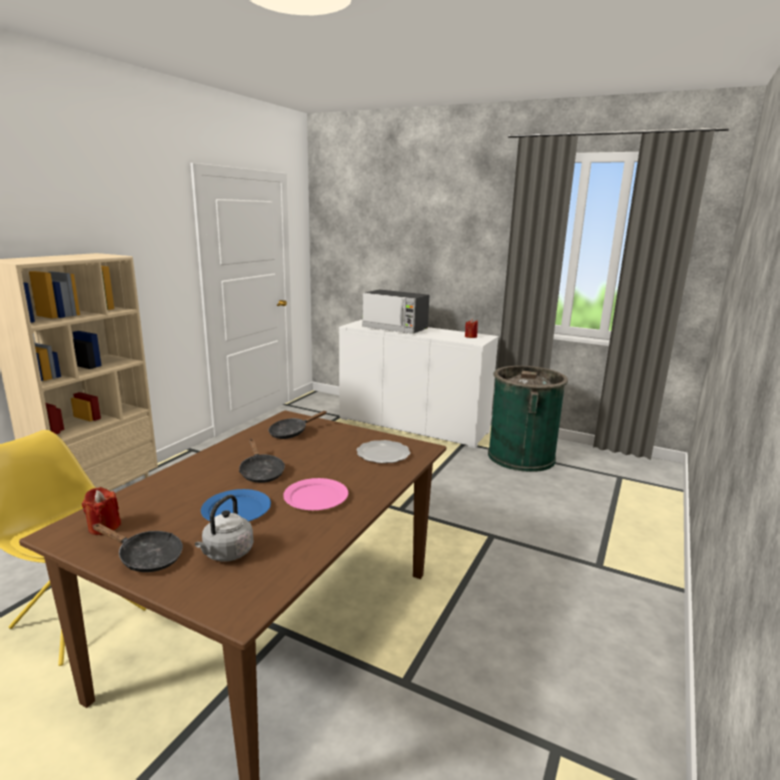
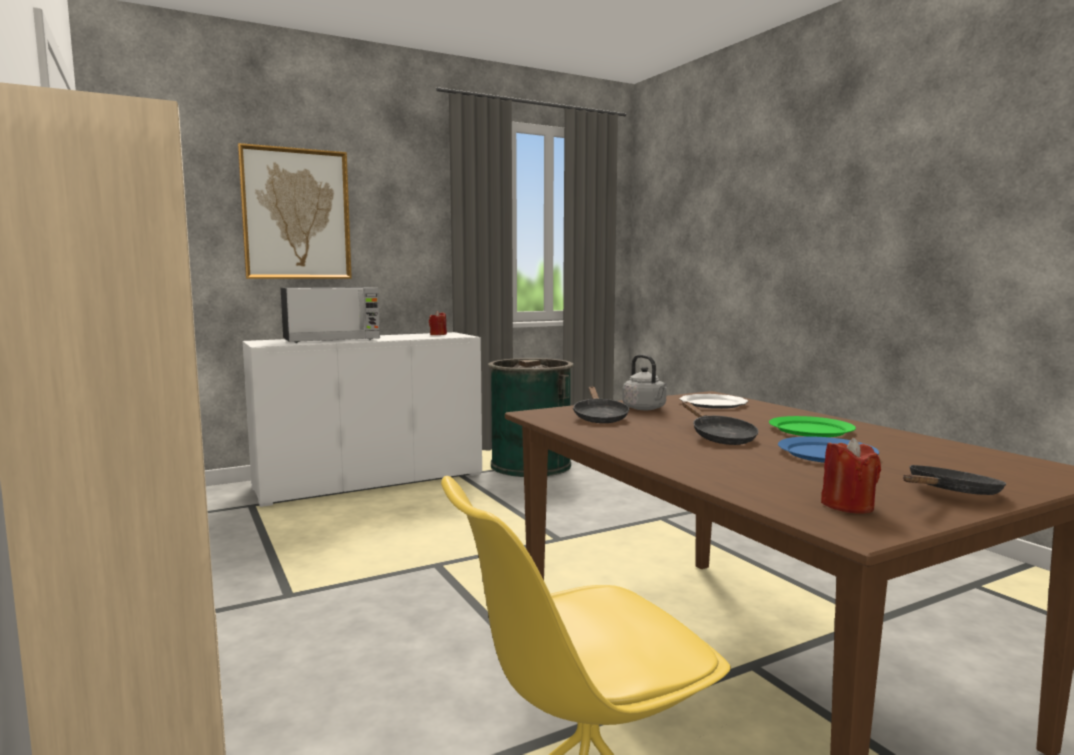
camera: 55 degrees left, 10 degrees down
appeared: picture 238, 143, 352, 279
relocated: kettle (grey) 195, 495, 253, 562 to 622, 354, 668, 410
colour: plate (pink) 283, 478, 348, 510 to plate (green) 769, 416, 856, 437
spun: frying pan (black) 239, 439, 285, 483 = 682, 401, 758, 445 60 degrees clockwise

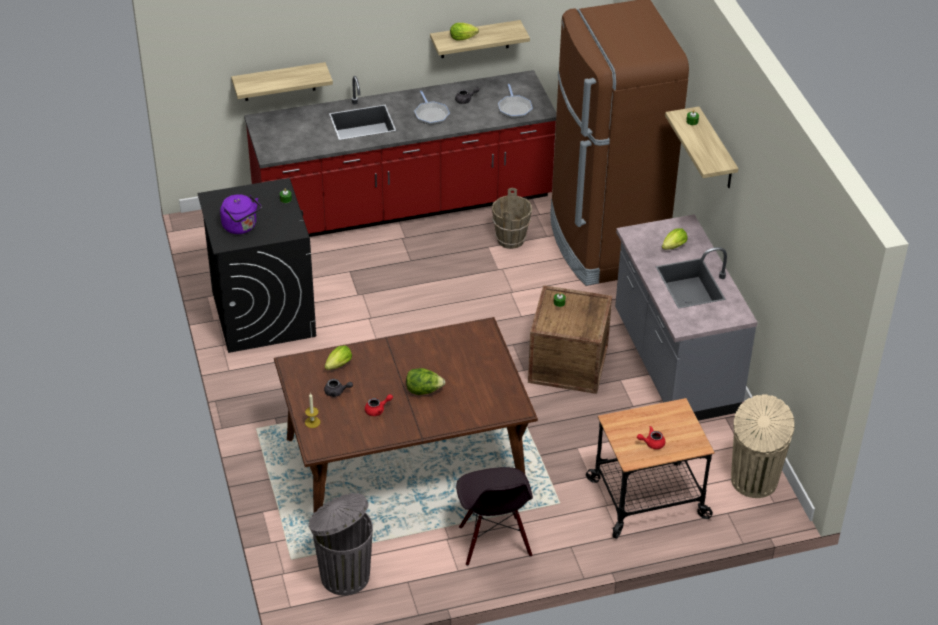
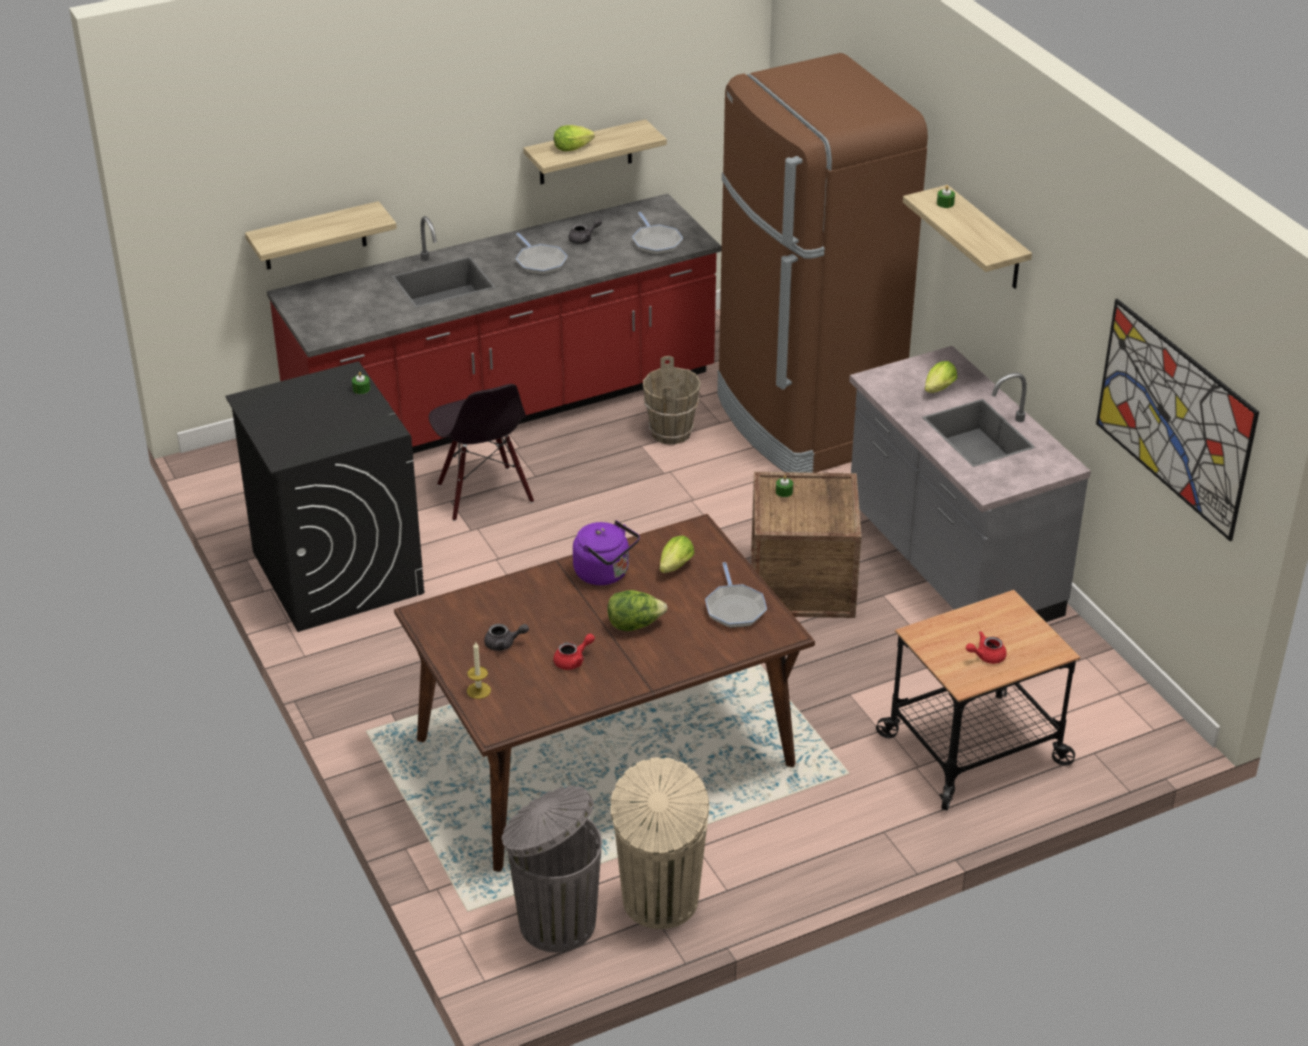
camera: 10 degrees left, 5 degrees down
appeared: frying pan 705, 562, 767, 628; picture 1096, 299, 1259, 541
relocated: kettle (purple) 220, 194, 262, 234 to 573, 520, 640, 585; lettuce 324, 345, 352, 370 to 660, 535, 694, 573; chair (black) 456, 467, 533, 566 to 429, 384, 534, 521; trash can (beige) 731, 394, 795, 498 to 610, 757, 709, 929

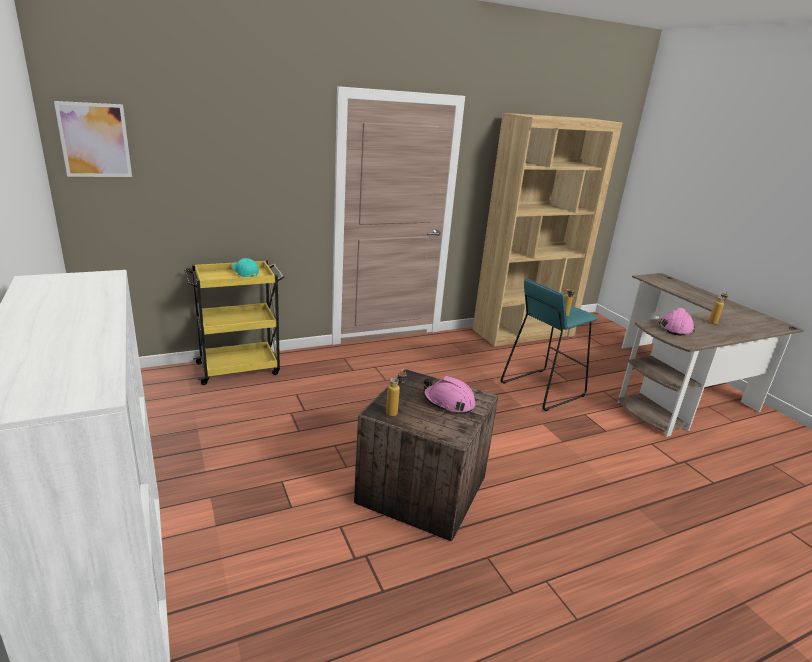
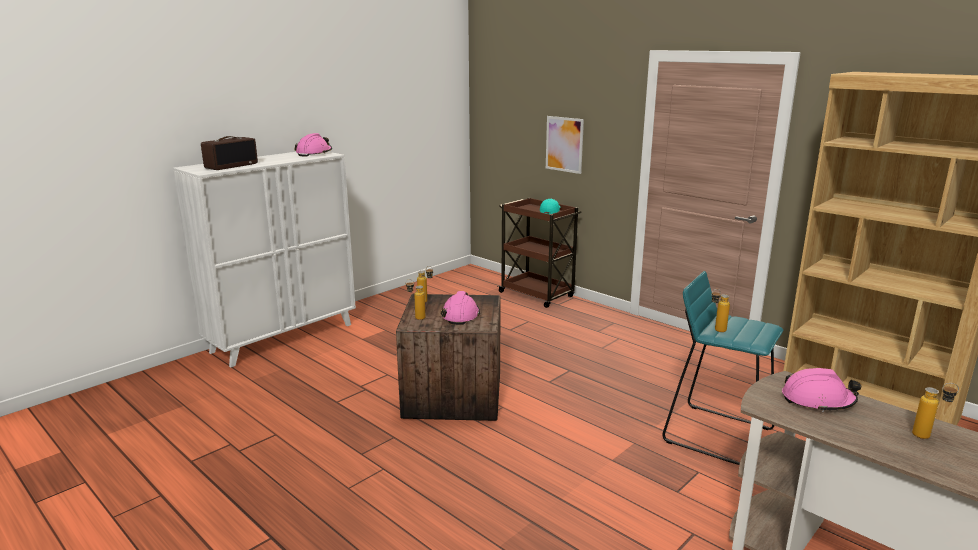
camera: 70 degrees right, 5 degrees down
appeared: radio 201, 136, 258, 170; hard hat (pink) 294, 133, 332, 157; bottle 406, 279, 425, 320
relocated: picture 54, 101, 132, 177 to 546, 116, 584, 174
colour: cart (yellow) 184, 260, 285, 385 to cart (brown) 498, 198, 582, 308

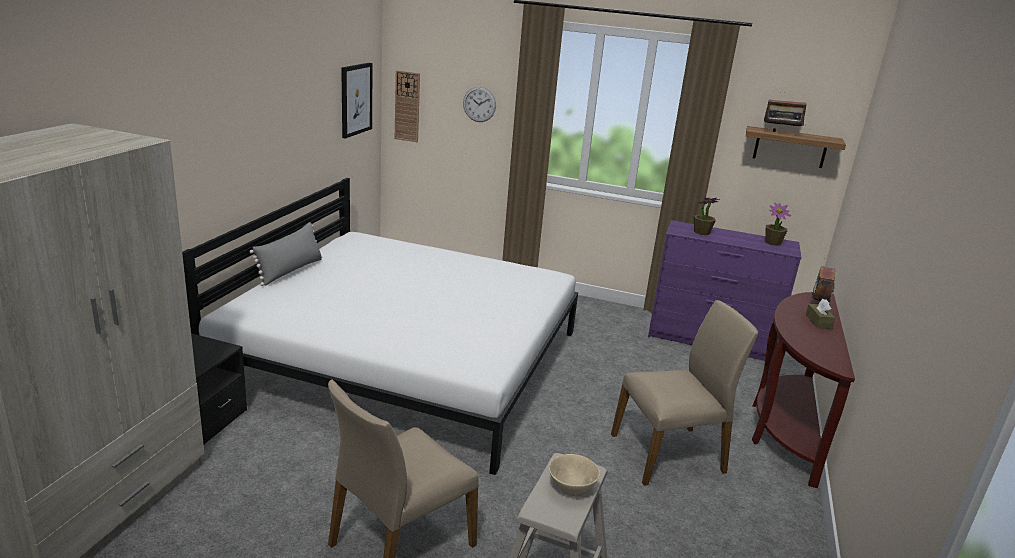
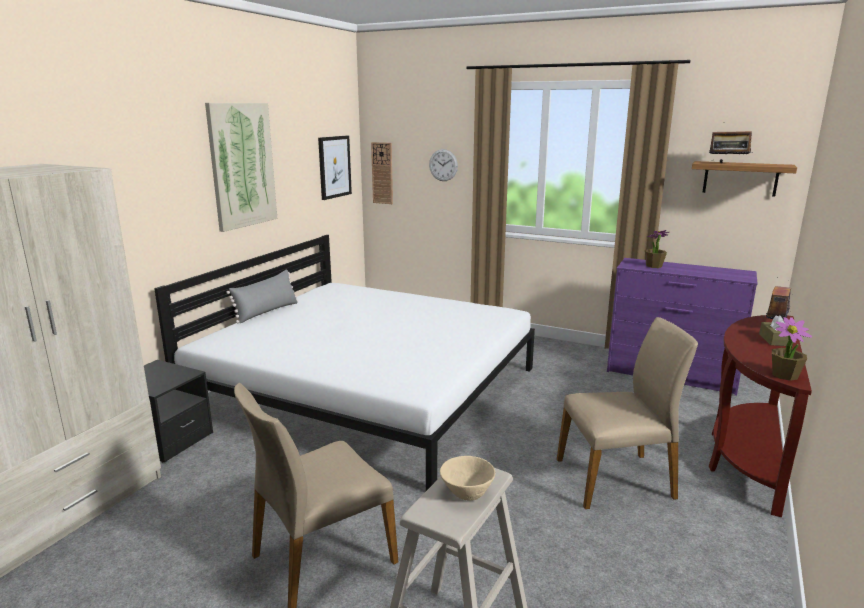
camera: 10 degrees right, 5 degrees down
appeared: picture 205, 103, 277, 232
relocated: potted plant 765, 203, 791, 246 to 772, 317, 812, 381

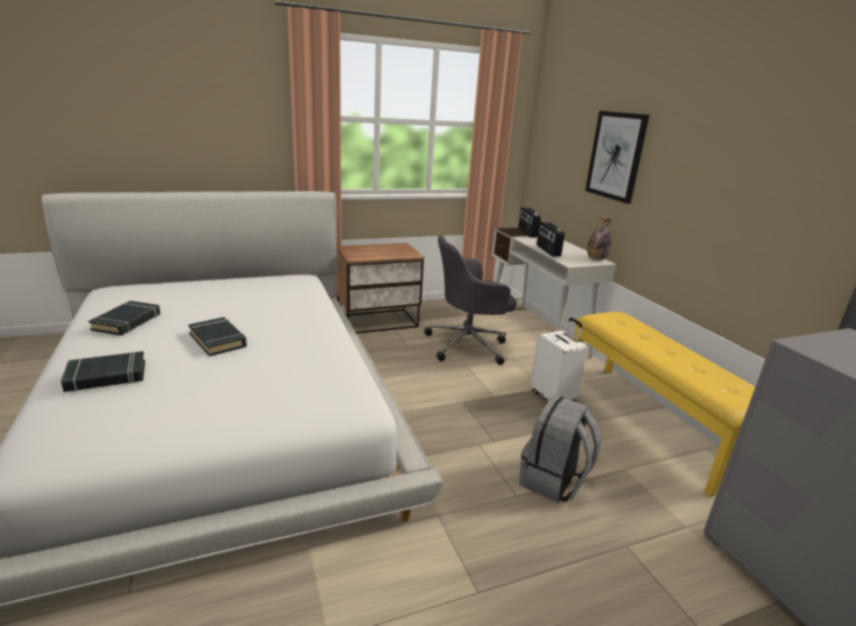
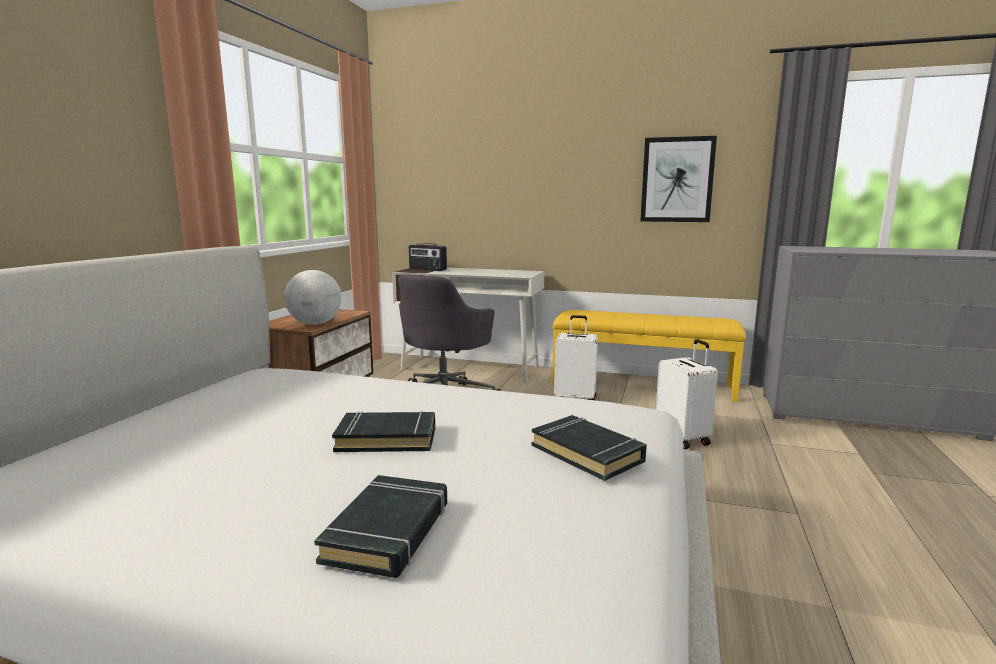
camera: 50 degrees left, 10 degrees down
missing: radio 537, 221, 565, 257; bottle 587, 217, 612, 260
appeared: globe 284, 270, 342, 325
relocated: book (black) 89, 301, 160, 336 to 532, 415, 647, 481; picture 585, 111, 649, 204 to 640, 136, 717, 222
exchanged: backpack (grey) 519, 395, 601, 503 to suitcase (white) 656, 339, 718, 449

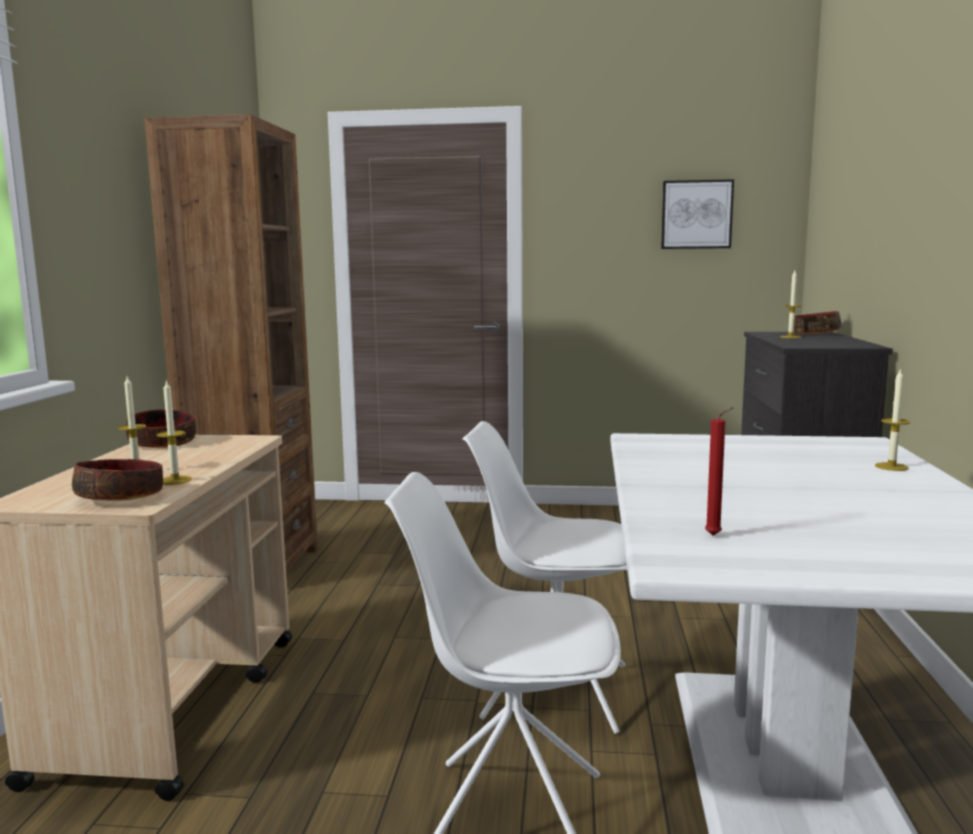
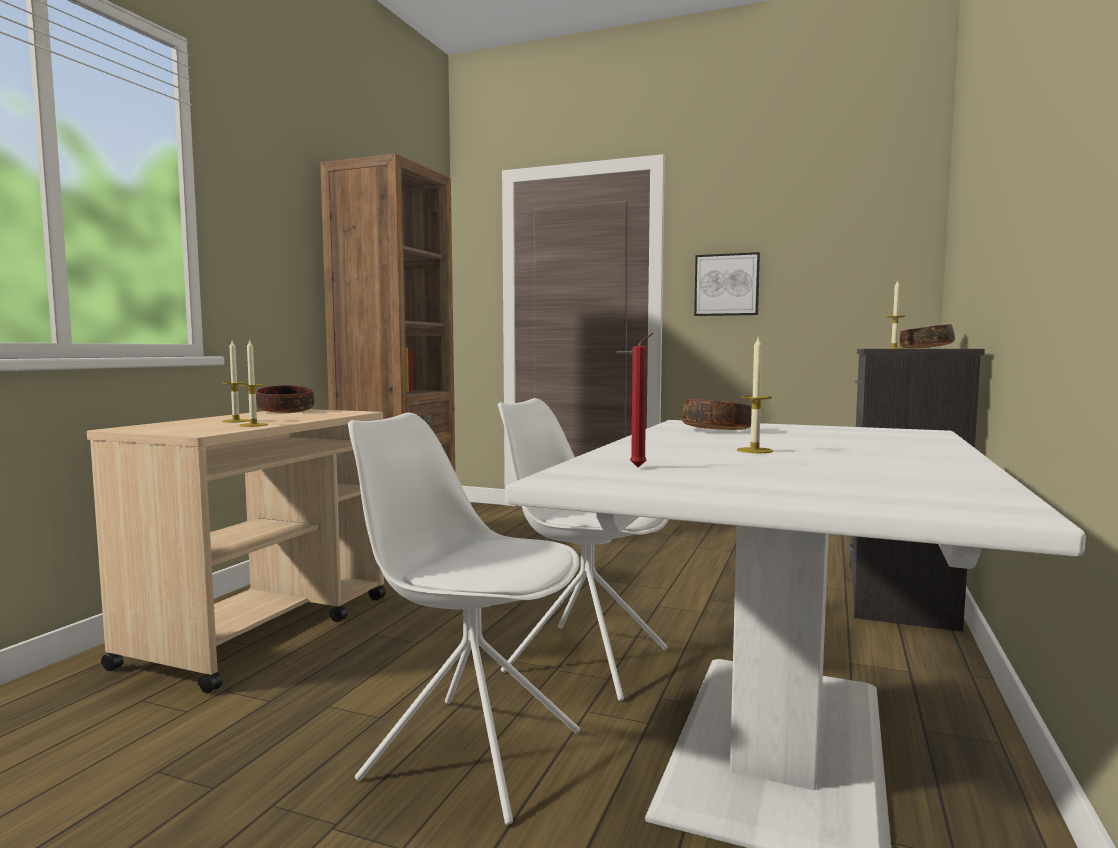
camera: 15 degrees right, 5 degrees down
relocated: bowl 72, 459, 163, 501 to 682, 399, 752, 430; picture 661, 179, 734, 249 to 694, 252, 760, 316; candle 875, 368, 911, 471 to 737, 335, 773, 453

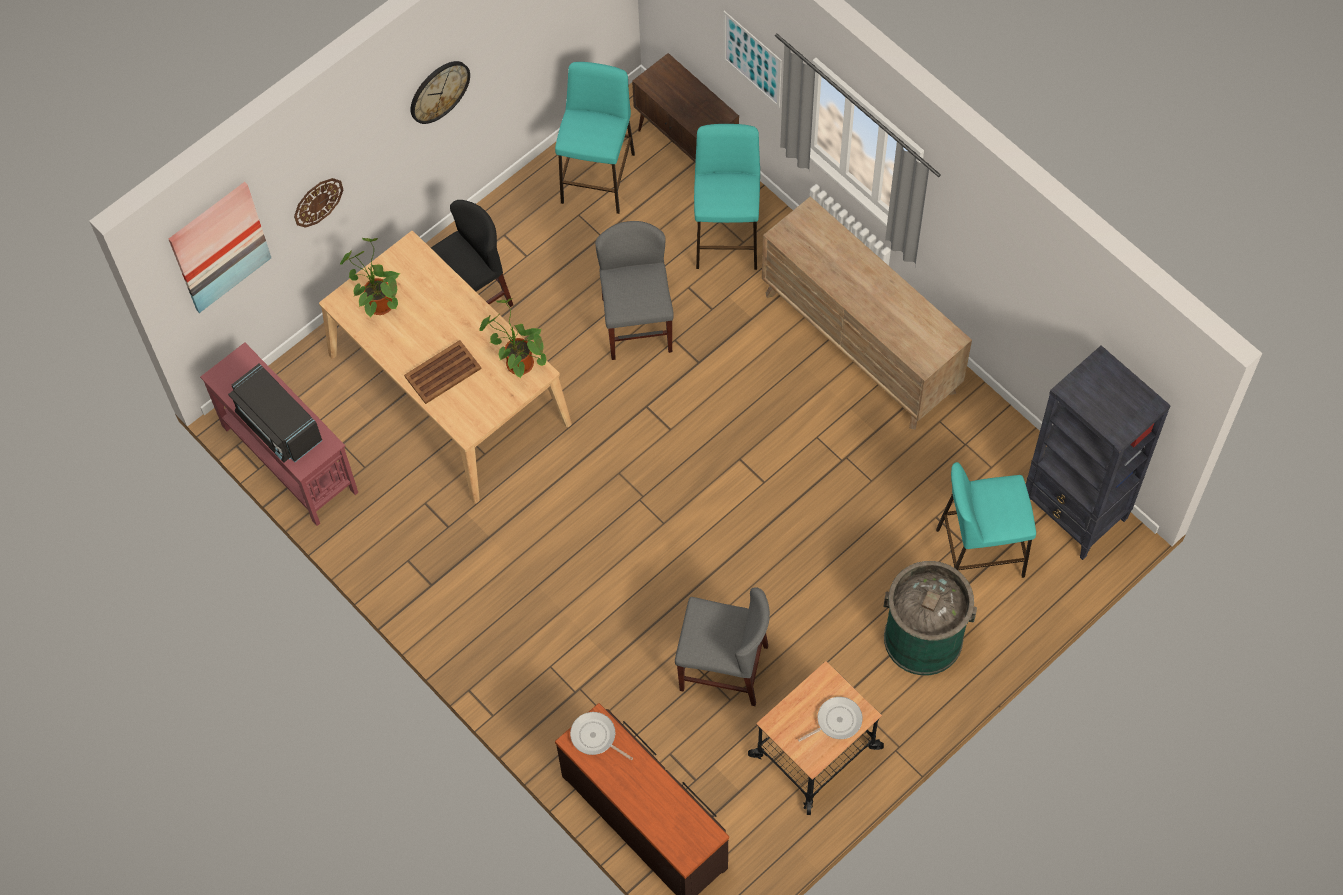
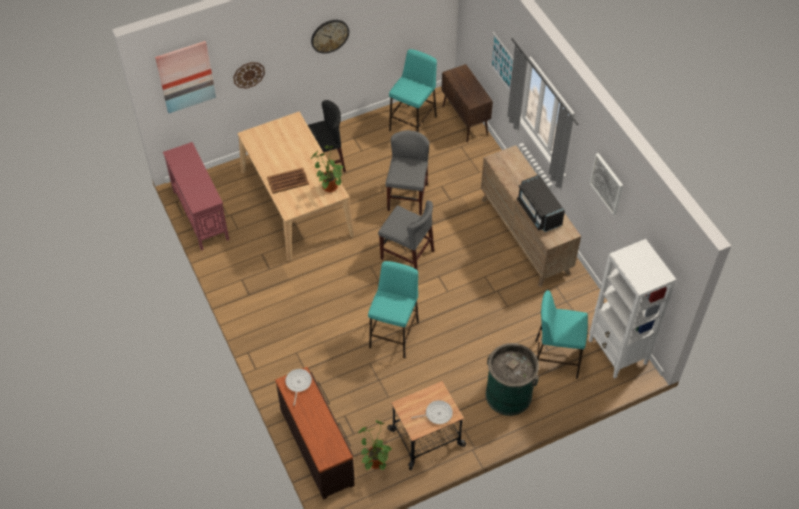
camera: 15 degrees right, 10 degrees down
appeared: picture 590, 153, 623, 215
relocated: microwave (black) 228, 363, 322, 463 to 517, 175, 565, 232; potted plant 340, 238, 401, 318 to 358, 420, 392, 470; chair (grey) 675, 587, 770, 706 to 378, 200, 434, 270; stool (turquoise) 694, 124, 760, 270 to 368, 261, 419, 358
colour: bookcase (black) 1026, 345, 1171, 560 to bookcase (white) 589, 239, 676, 379
spun: frying pan 570, 712, 633, 760 = 285, 369, 312, 406 45 degrees clockwise

